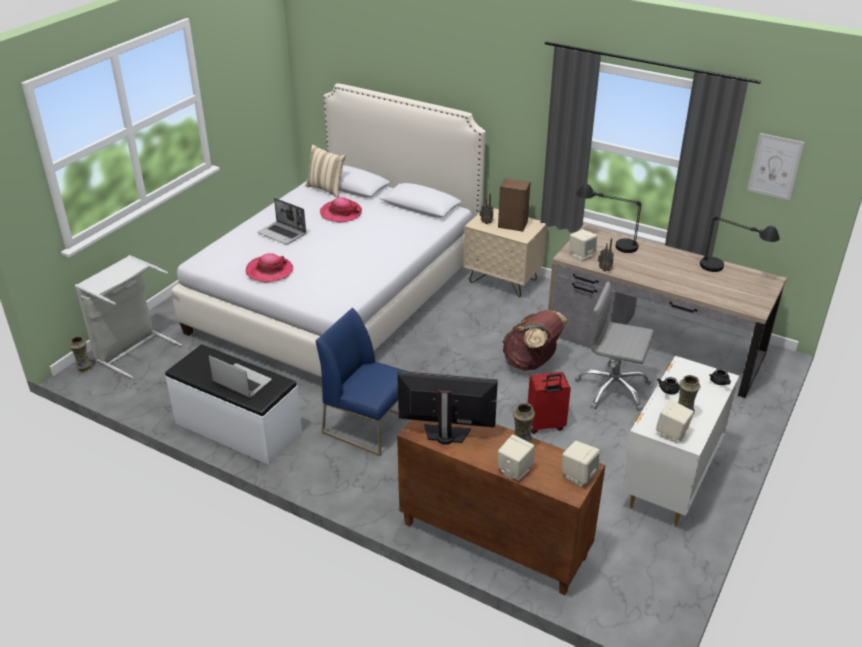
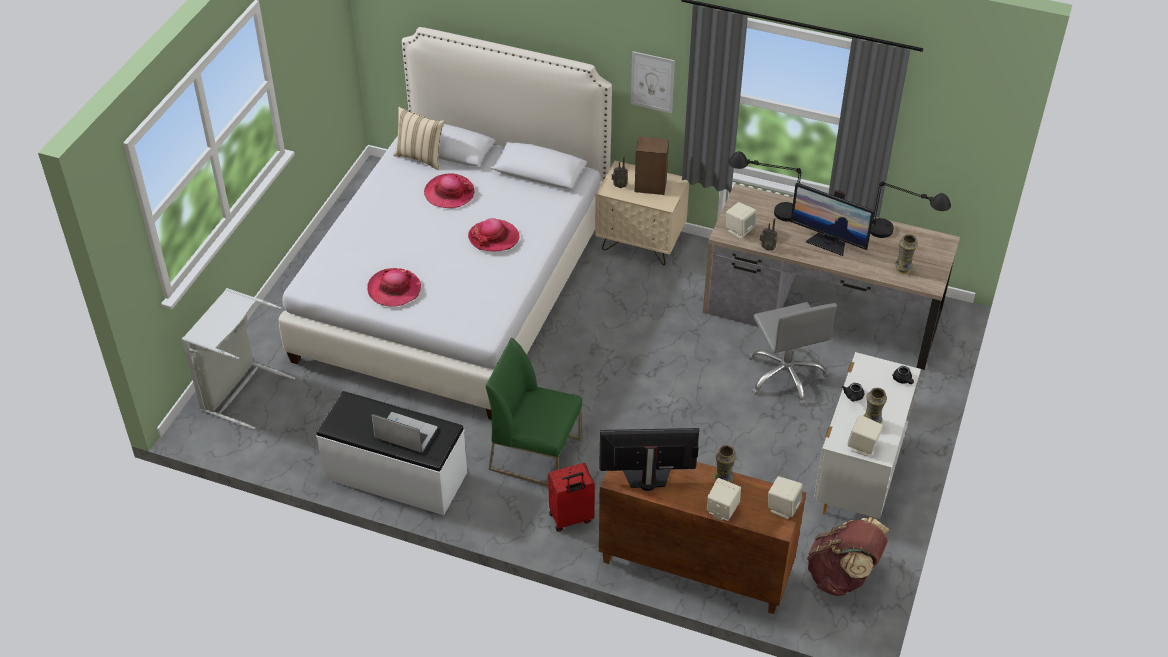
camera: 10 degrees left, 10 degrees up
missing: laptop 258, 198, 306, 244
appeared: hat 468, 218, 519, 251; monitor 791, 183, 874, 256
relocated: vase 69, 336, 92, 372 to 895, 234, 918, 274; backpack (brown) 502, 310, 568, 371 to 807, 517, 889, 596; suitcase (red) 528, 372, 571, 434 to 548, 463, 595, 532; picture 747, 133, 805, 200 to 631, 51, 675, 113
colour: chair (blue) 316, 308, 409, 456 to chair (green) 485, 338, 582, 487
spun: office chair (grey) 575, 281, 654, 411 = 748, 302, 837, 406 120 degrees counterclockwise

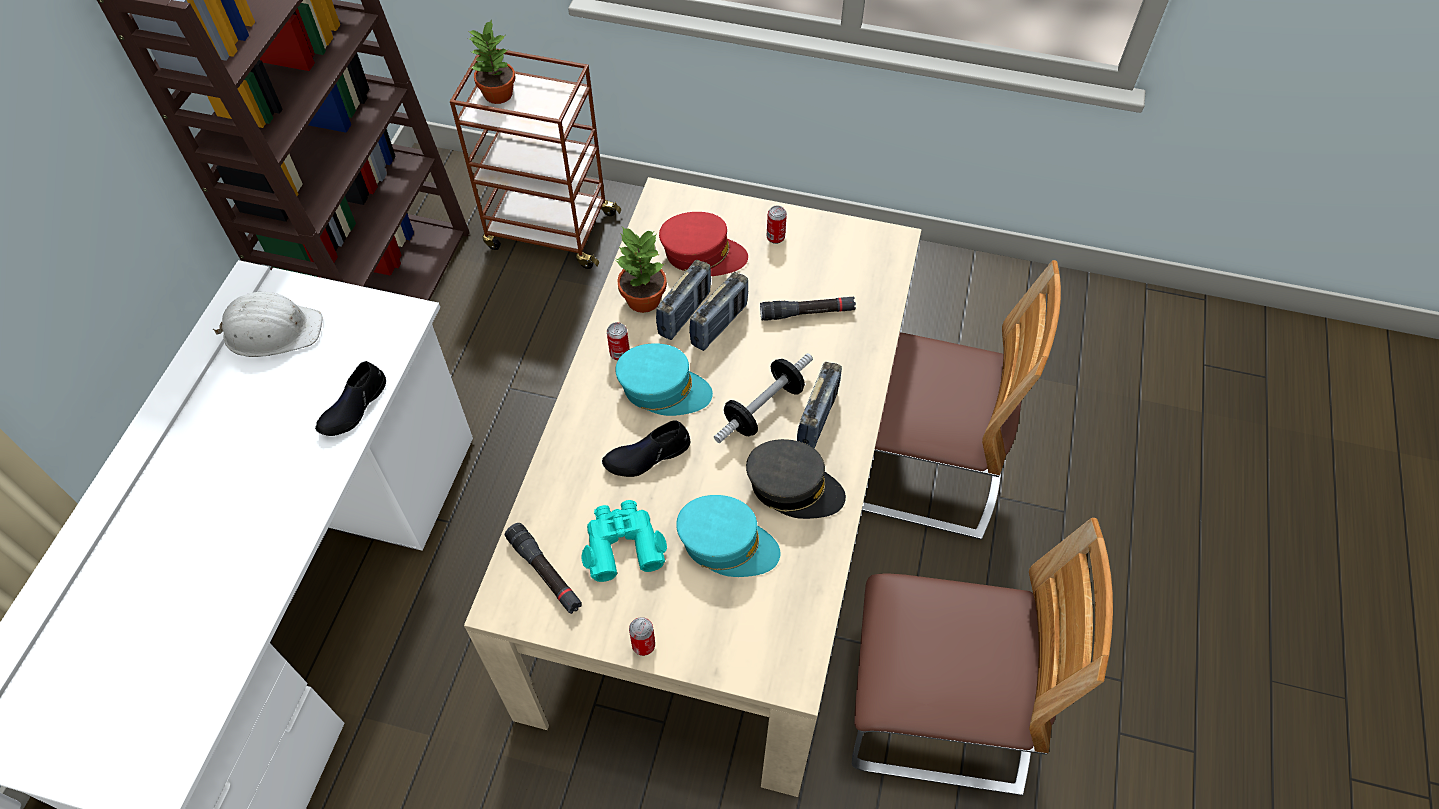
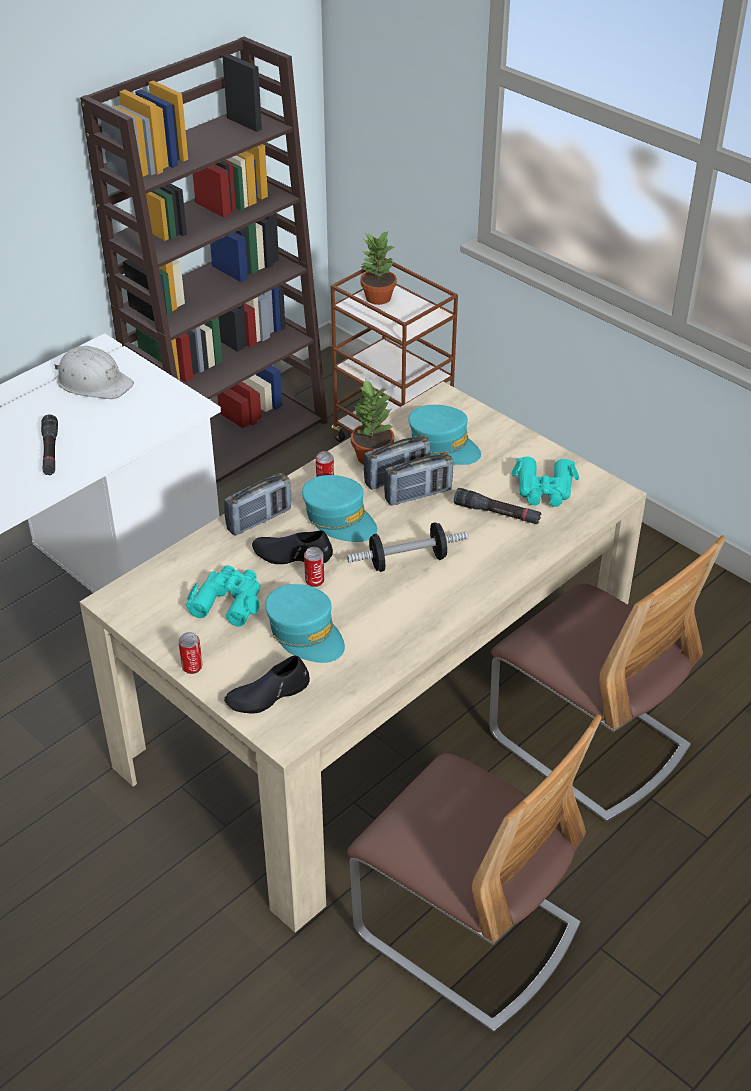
camera: 30 degrees right, 15 degrees down
missing: cap (grey) 746, 439, 846, 519
appeared: binoculars (turquoise) 512, 457, 579, 507
relocated: shoe (black) 315, 361, 386, 436 to 224, 656, 310, 713; flashlight (black) 505, 523, 582, 614 to 41, 414, 58, 475; can 767, 206, 787, 244 to 304, 547, 324, 587; radio 797, 362, 842, 449 to 224, 473, 291, 536
colour: cap (red) 659, 212, 748, 276 to cap (turquoise) 408, 405, 481, 465

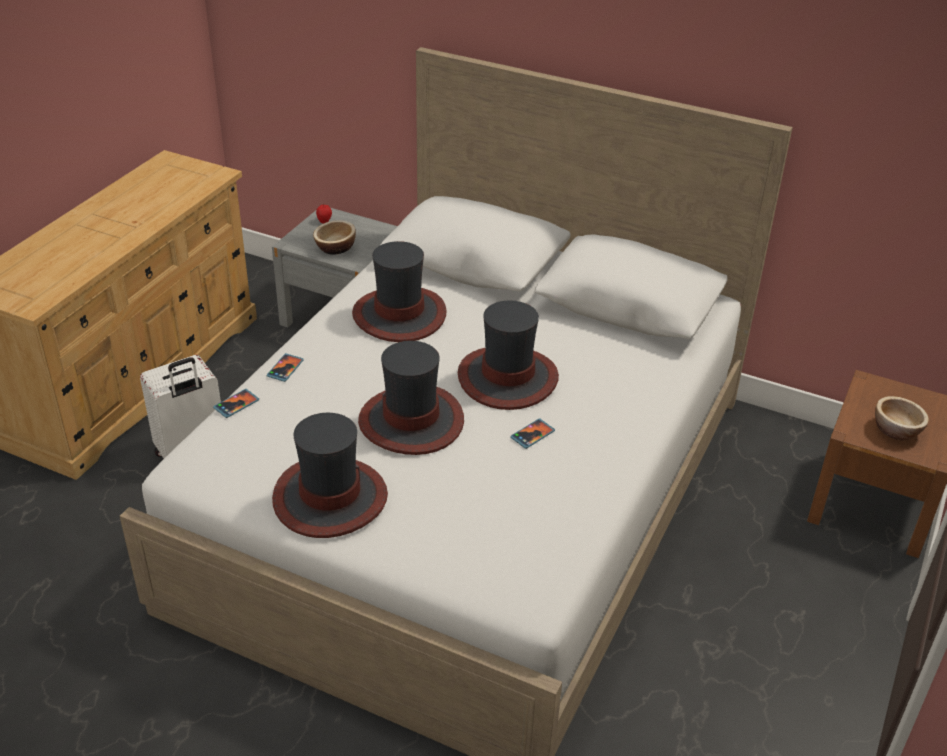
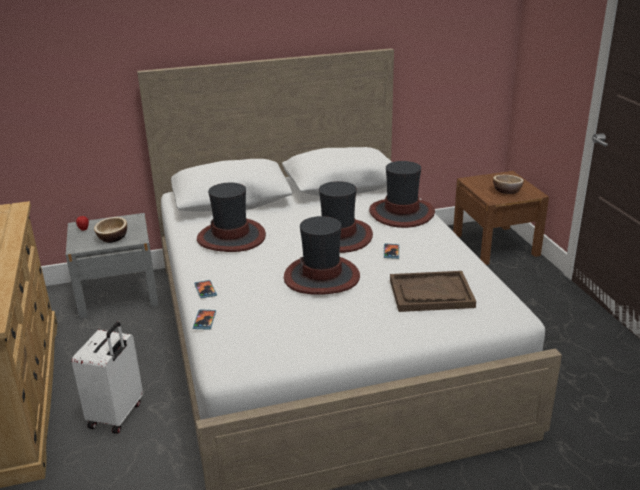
camera: 40 degrees left, 10 degrees down
appeared: tray (brown) 390, 271, 476, 312
relocated: hat 272, 413, 388, 538 to 369, 161, 435, 228

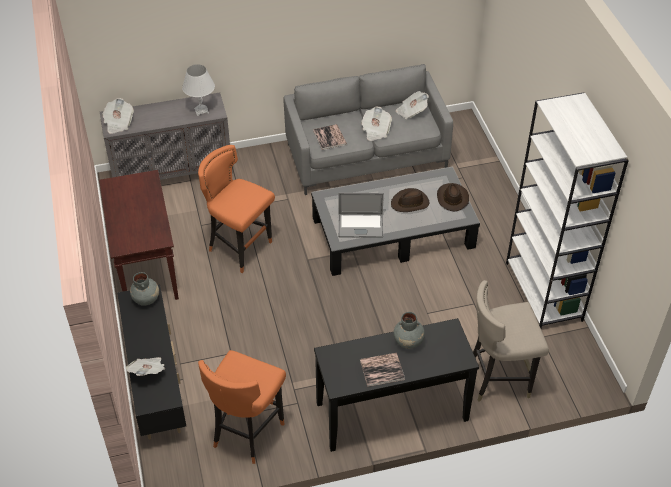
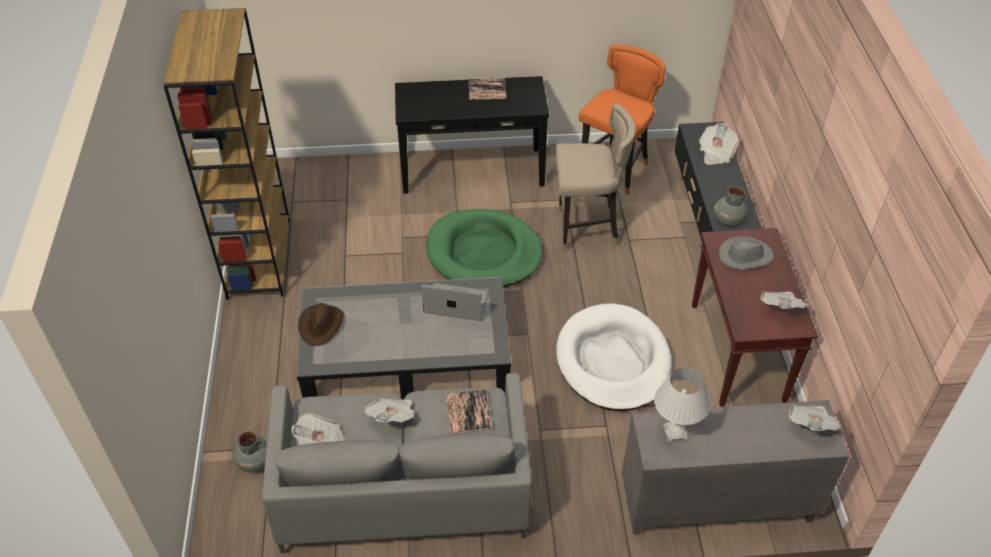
camera: 170 degrees left, 0 degrees up
missing: hat (brown) 391, 188, 430, 212
appeared: dog bed (green) 427, 209, 543, 287; hat (grey) 719, 236, 773, 270; newspaper 760, 291, 808, 309
relocated: vase (grey) 394, 312, 425, 349 to 233, 431, 267, 472; stool (beige) 473, 280, 549, 402 to 555, 104, 636, 251
exchanged: stool (orange) 198, 145, 275, 273 to dog bed (white) 556, 303, 672, 411
colour: bookcase (white) 506, 93, 629, 328 to bookcase (brown) 164, 8, 290, 300

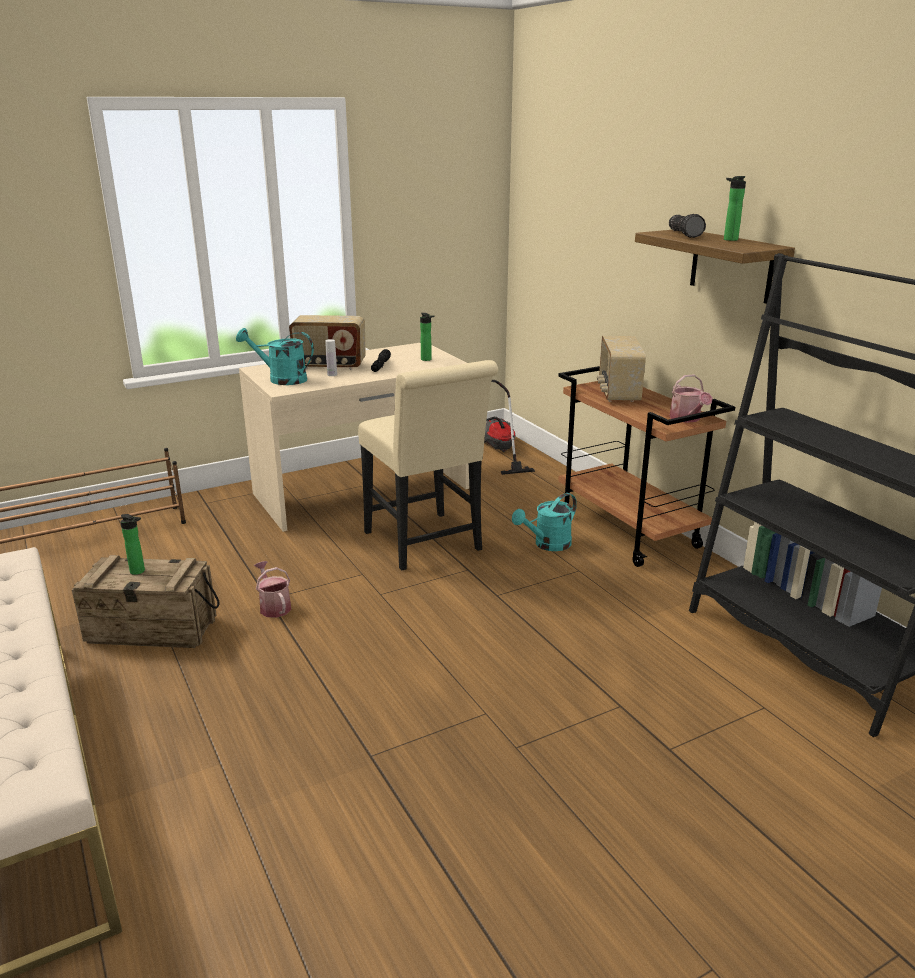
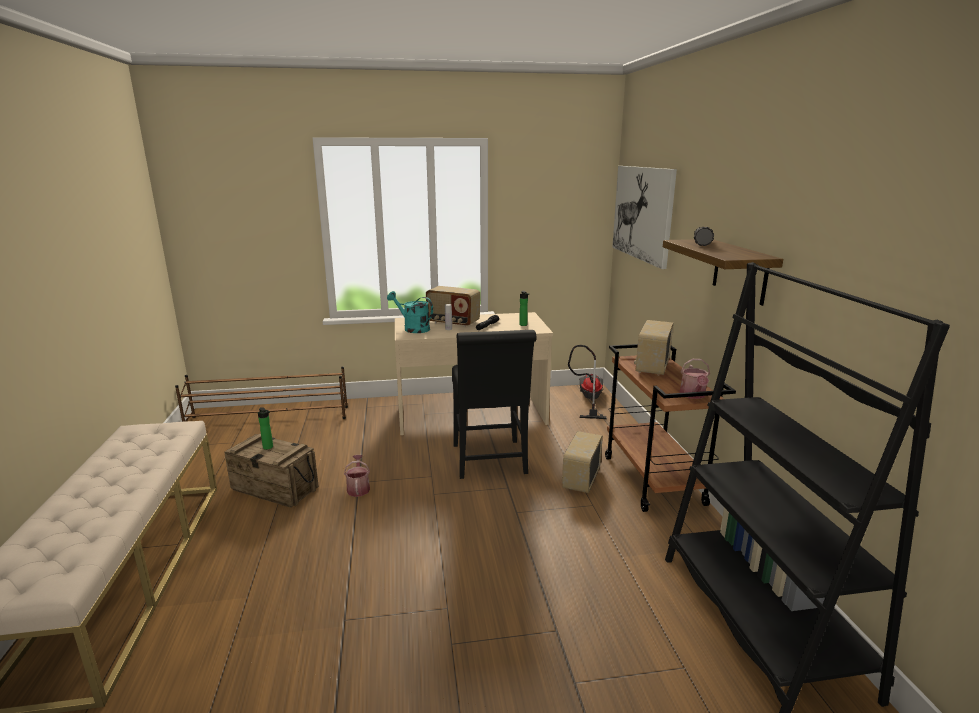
camera: 20 degrees right, 5 degrees down
missing: bottle 724, 176, 746, 241
appeared: picture 612, 166, 677, 269
exchanged: watering can (turquoise) 512, 493, 577, 551 to radio 562, 431, 603, 493
colour: chair (beige) 358, 360, 498, 570 to chair (black) 452, 330, 537, 479

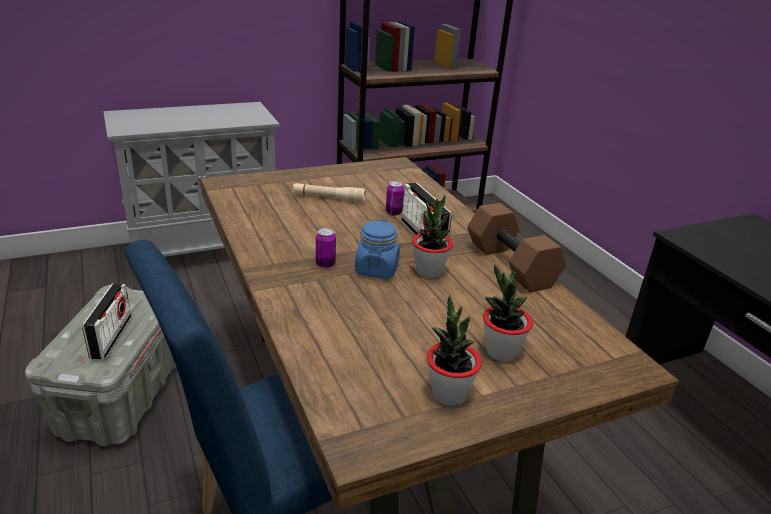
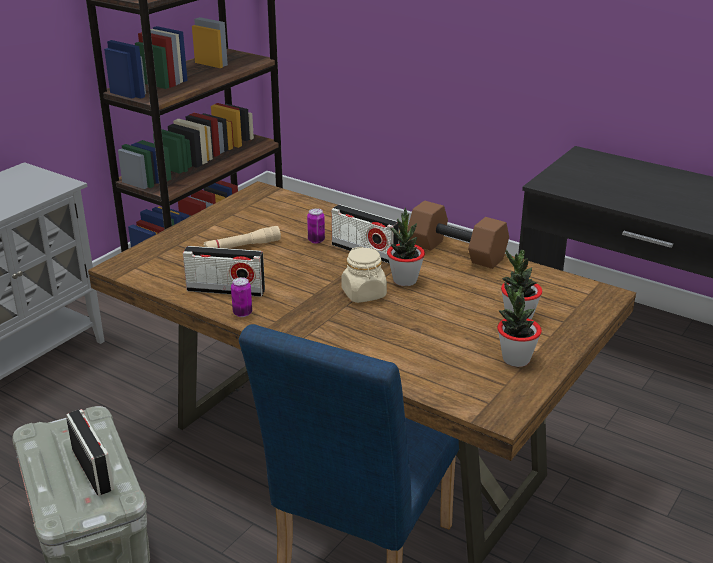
camera: 30 degrees left, 0 degrees up
appeared: radio 183, 246, 265, 297
relocated: can 316, 228, 336, 269 to 231, 277, 252, 317
colour: jar (blue) 355, 220, 400, 279 to jar (beige) 341, 246, 387, 303

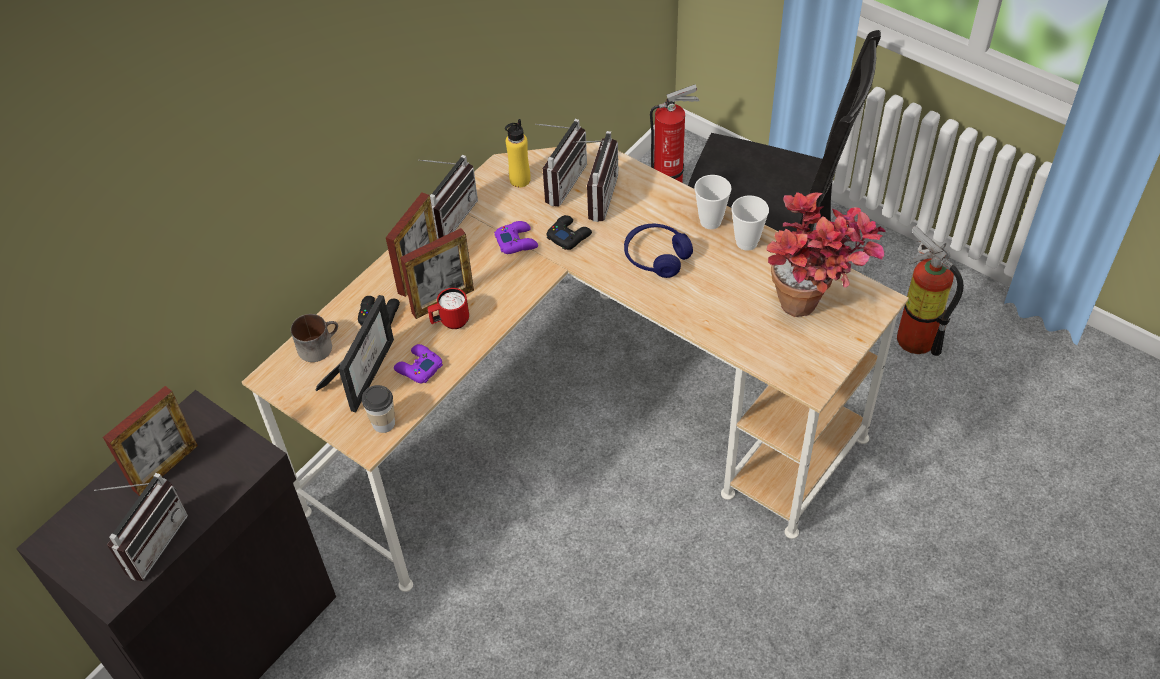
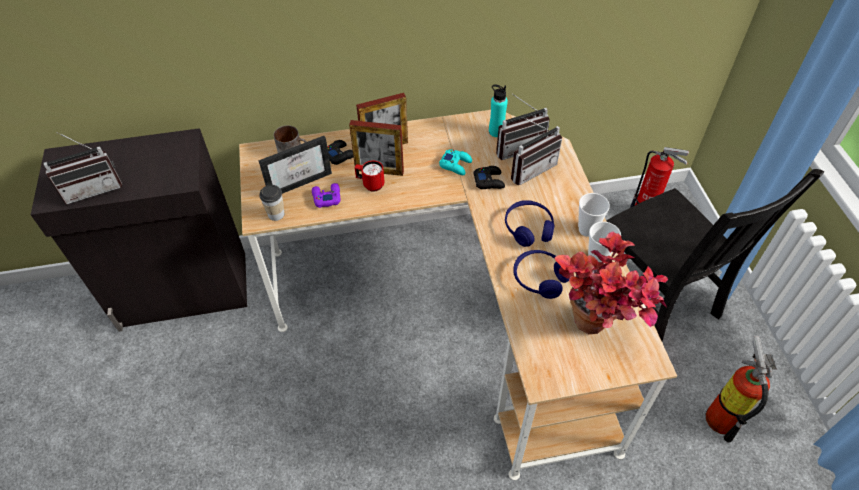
camera: 40 degrees right, 0 degrees up
missing: picture frame 103, 386, 198, 496; radio 418, 155, 478, 239
appeared: headphones (blue) 513, 250, 569, 299
colour: game controller (purple) 494, 221, 538, 254 to game controller (turquoise) 439, 149, 472, 175; bottle (yellow) 505, 119, 531, 187 to bottle (turquoise) 489, 85, 508, 137

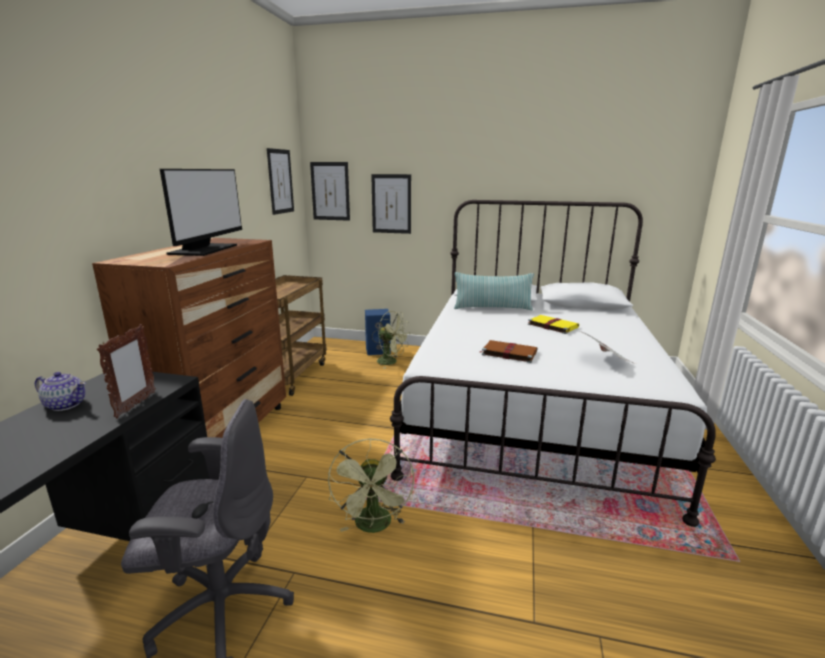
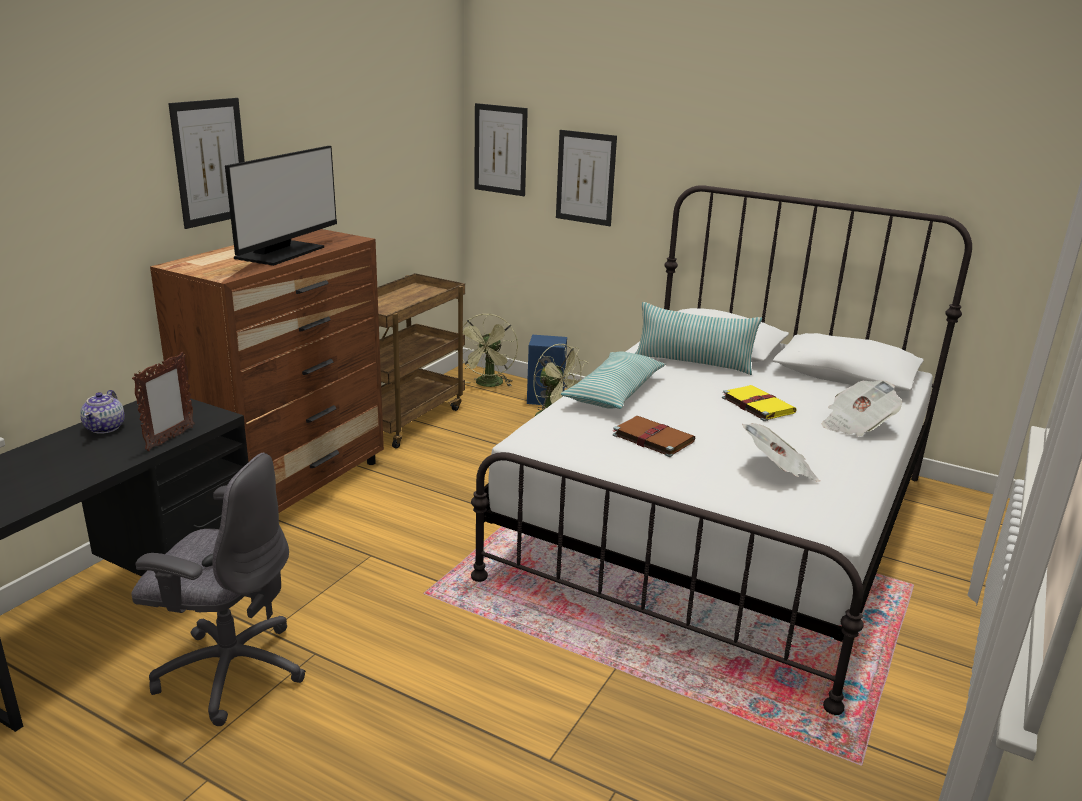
camera: 15 degrees right, 5 degrees up
appeared: pillow 561, 352, 666, 409; newspaper 822, 380, 902, 436
relocated: picture 267, 148, 294, 215 to 168, 98, 245, 229; fan (green) 328, 439, 414, 533 to 457, 314, 518, 387
spun: teapot 35, 372, 86, 411 = 80, 390, 125, 434 60 degrees clockwise

